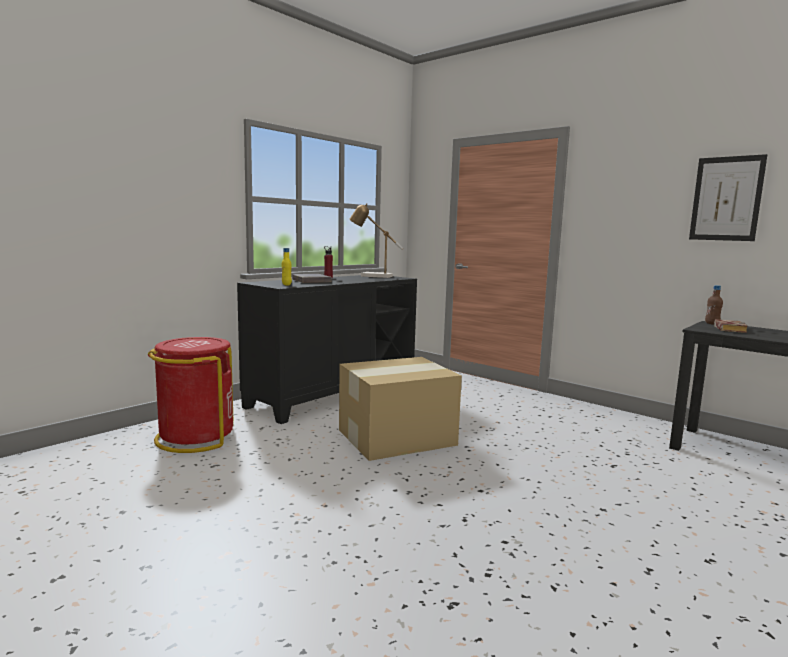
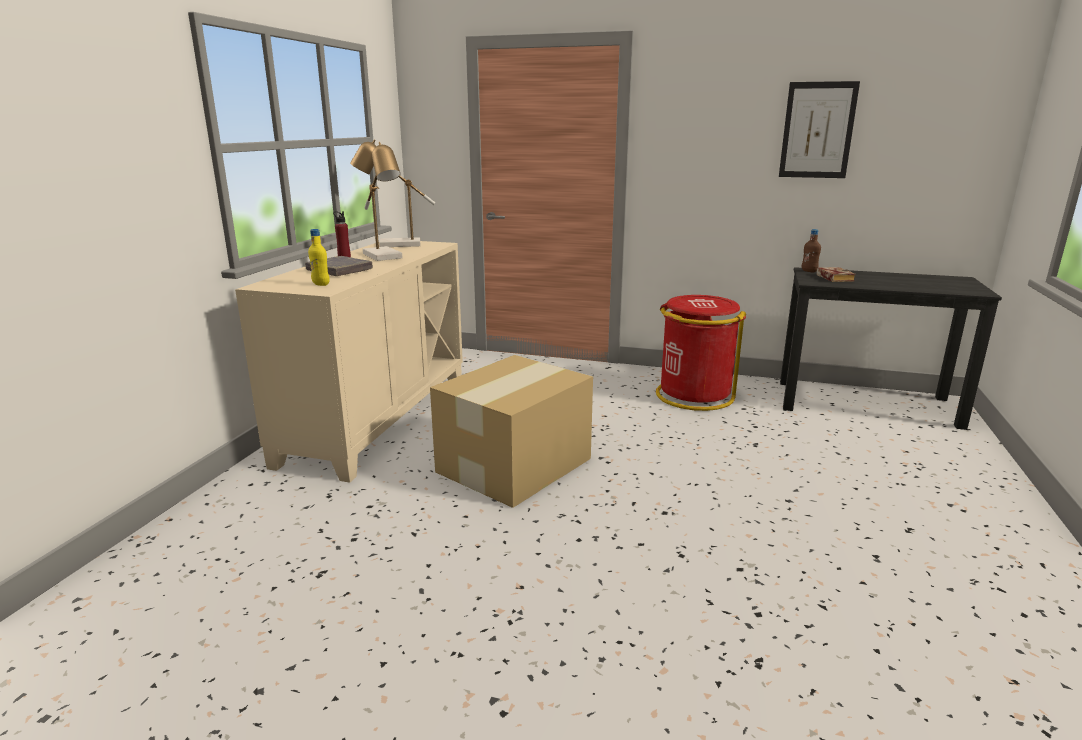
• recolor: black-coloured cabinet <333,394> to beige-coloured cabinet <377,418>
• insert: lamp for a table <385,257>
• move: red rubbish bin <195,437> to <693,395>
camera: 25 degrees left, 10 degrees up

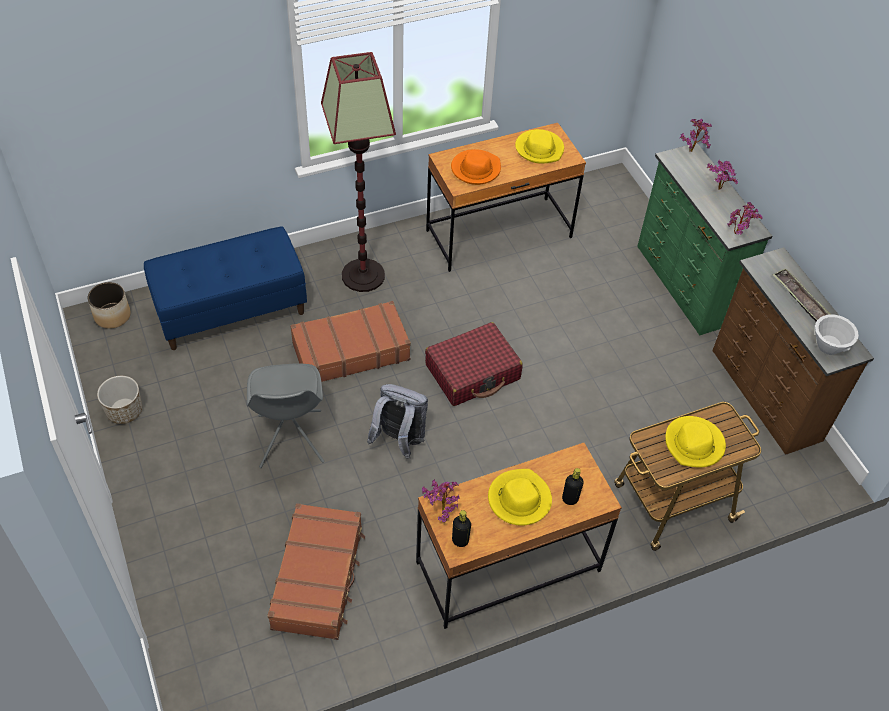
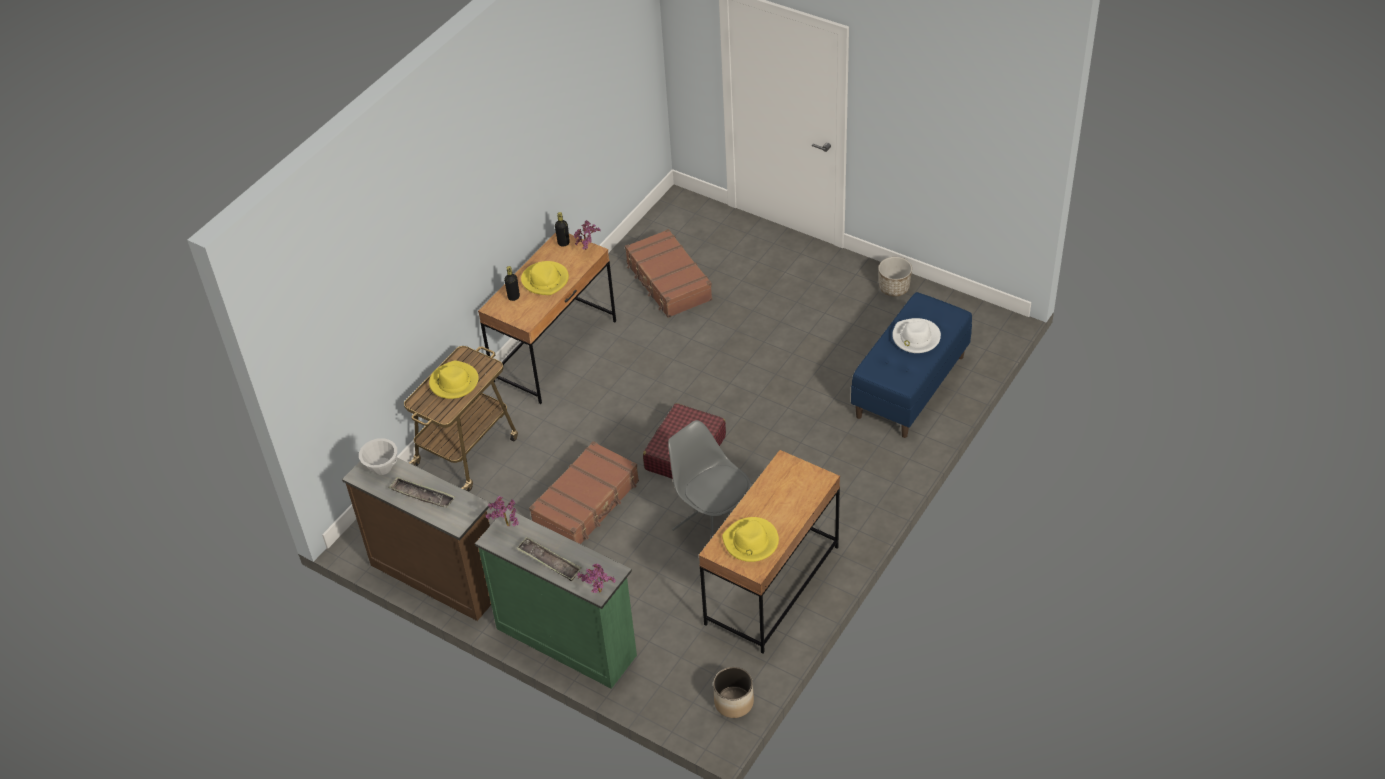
• replace: potted plant <717,190> to carrying tray <549,562>
• move: brown-coloured piece of luggage <350,351> to <587,503>
• move: grey upright chair <290,440> to <712,529>
• move: plant pot <113,316> to <733,702>
• insert: whitish clothing hat <915,338>
• delete: standing lamp <363,276>
• delete: grey rucksack <399,440>
• delete: orange clothing hat <475,169>
camera: 150 degrees right, 5 degrees down

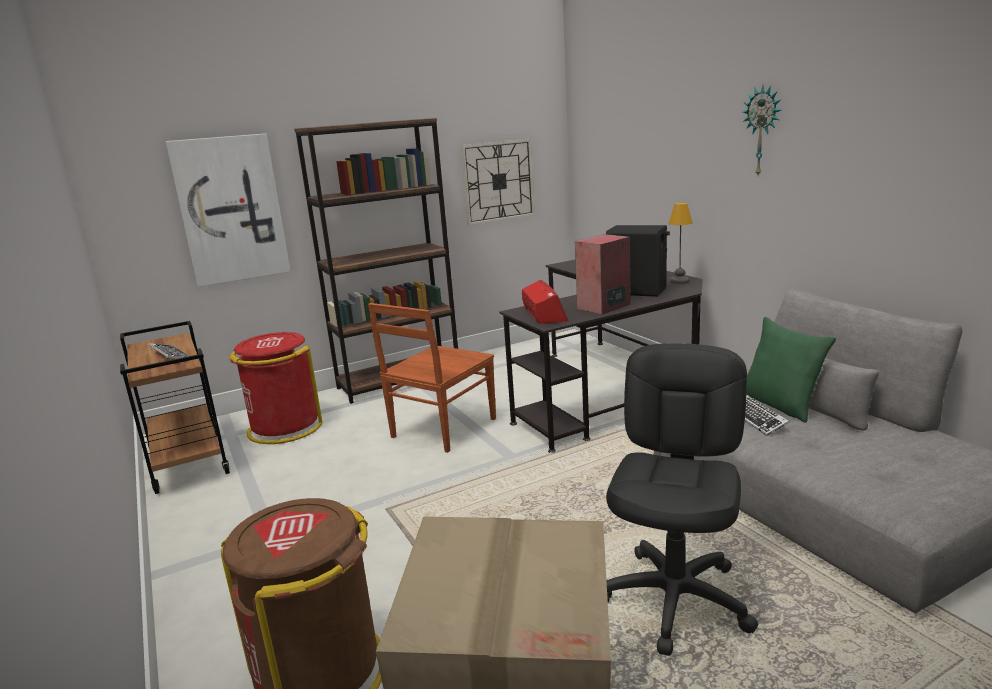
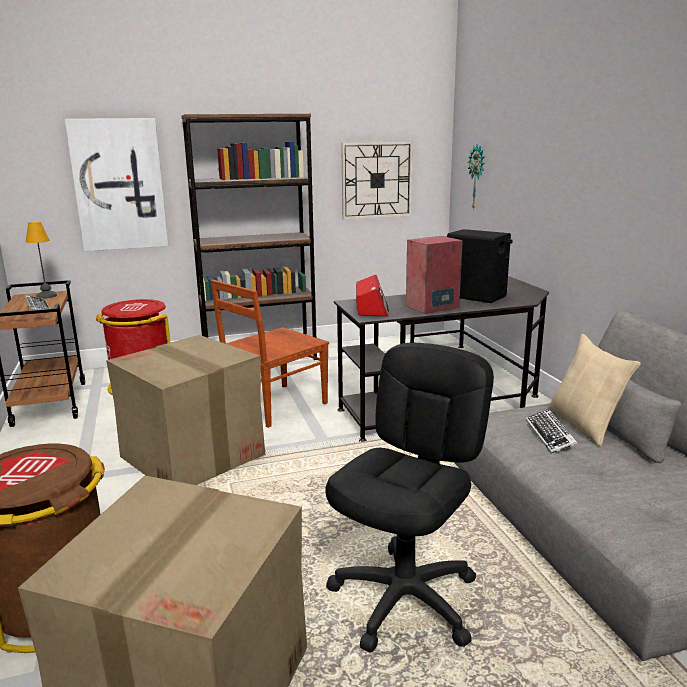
• move: lamp for a table <679,281> to <46,296>
• insert: carton <193,456>
• move: wall clock <763,131> to <477,177>
• recolor: greenish cushion <781,404> to beige-coloured cushion <585,425>
camera: 10 degrees right, 0 degrees up

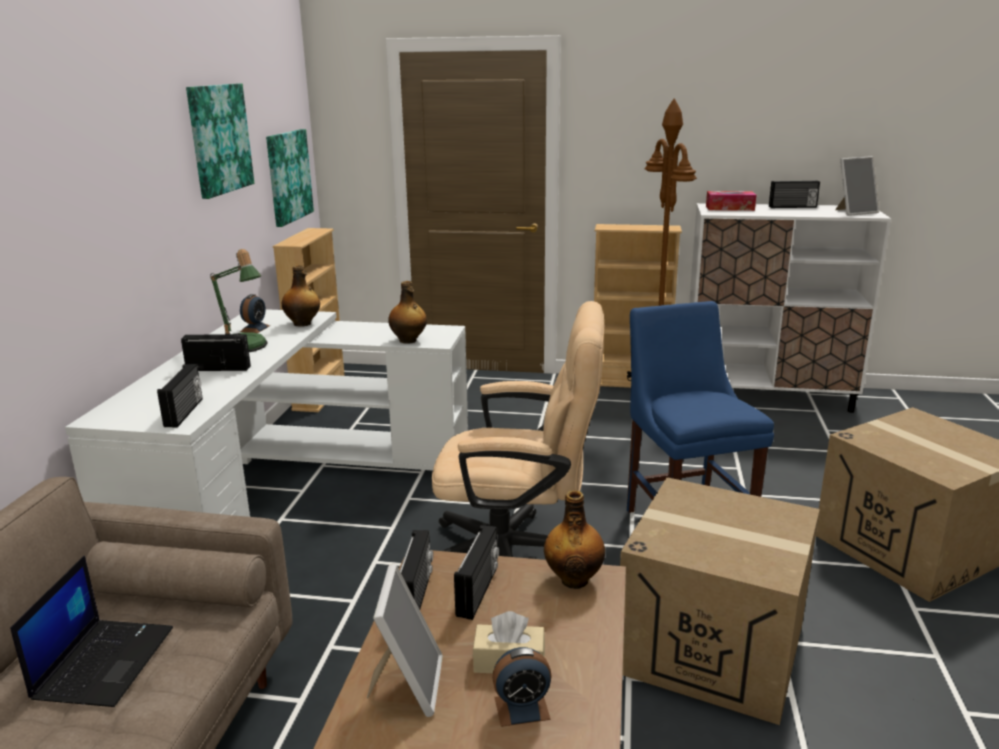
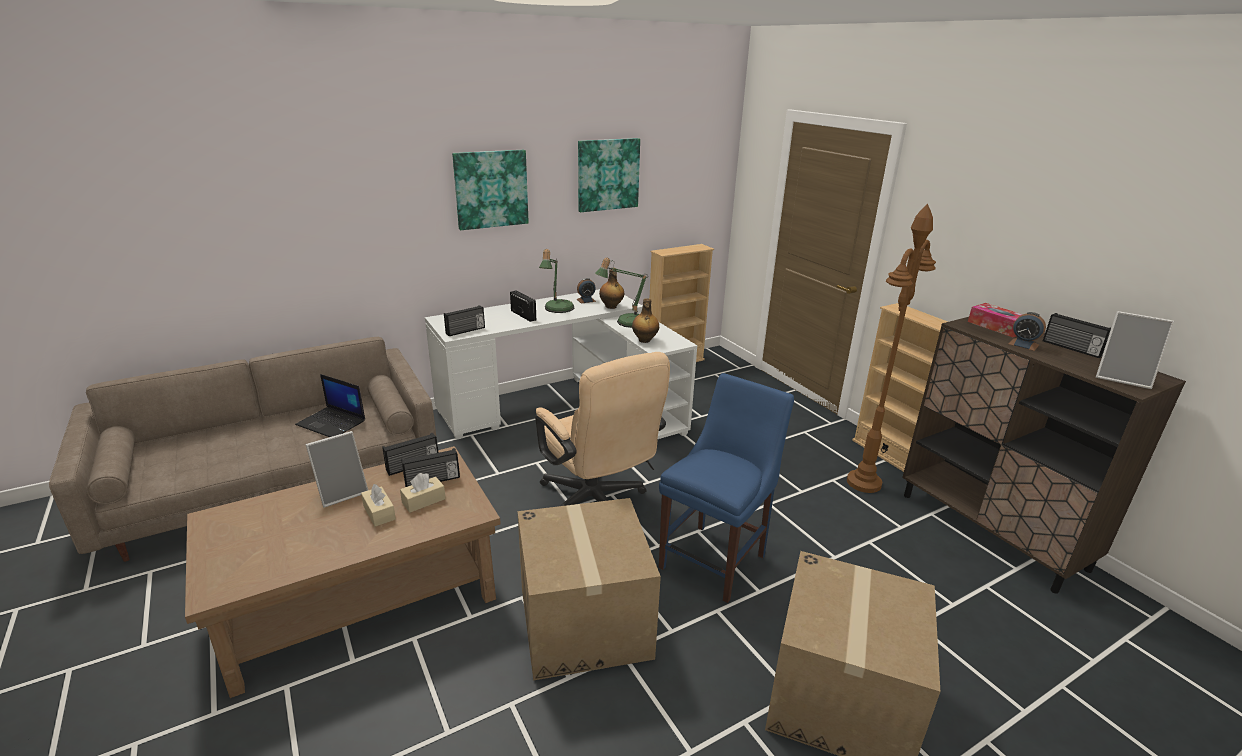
• rotate: laptop <104,662> = <332,423> 60 degrees clockwise
• insert: beige-coloured box of tissues <423,501>
• move: wall picture <288,176> to <491,189>
• insert: lamp for a table <626,322>
• recolor: whitish cabinet <767,397> to brown-coloured cabinet <991,531>
• move: alarm clock <522,708> to <1023,344>
• delete: beverage bottle <574,579>
camera: 50 degrees right, 5 degrees up

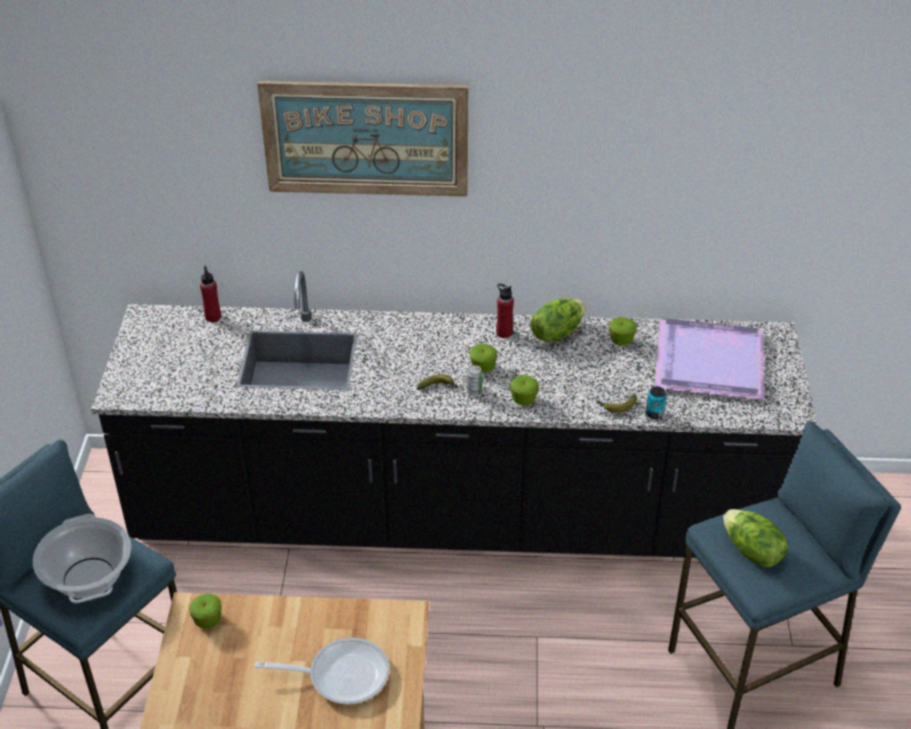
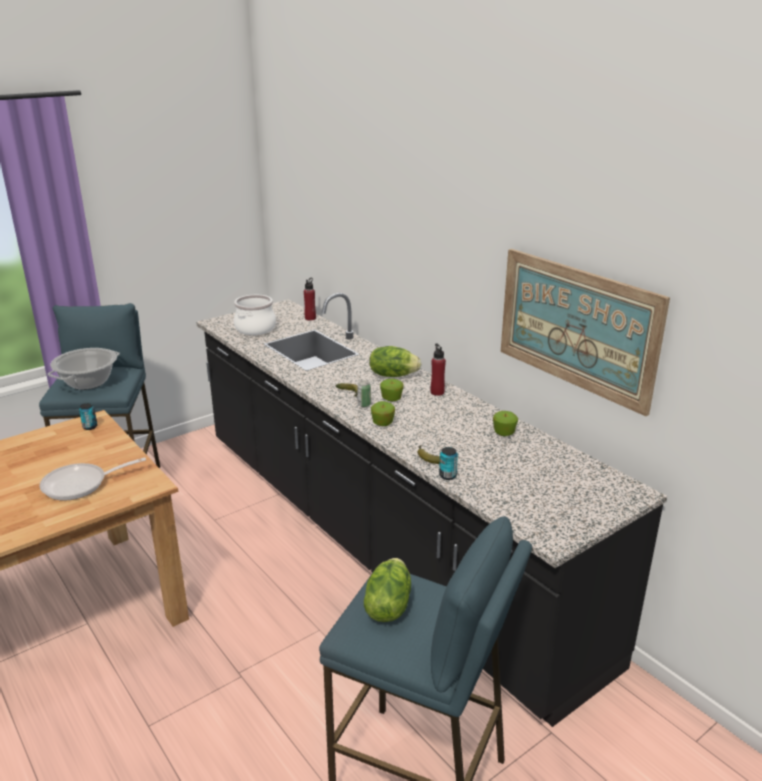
• rotate: frying pan <341,675> = <81,485> 105 degrees clockwise
• replace: apple <208,620> to can <90,427>
• insert: cooking pot <256,329>
• move: lettuce head <556,332> to <393,375>
• move: wall picture <365,138> to <576,327>
• delete: purplish carrying tray <711,361>
camera: 50 degrees right, 15 degrees down

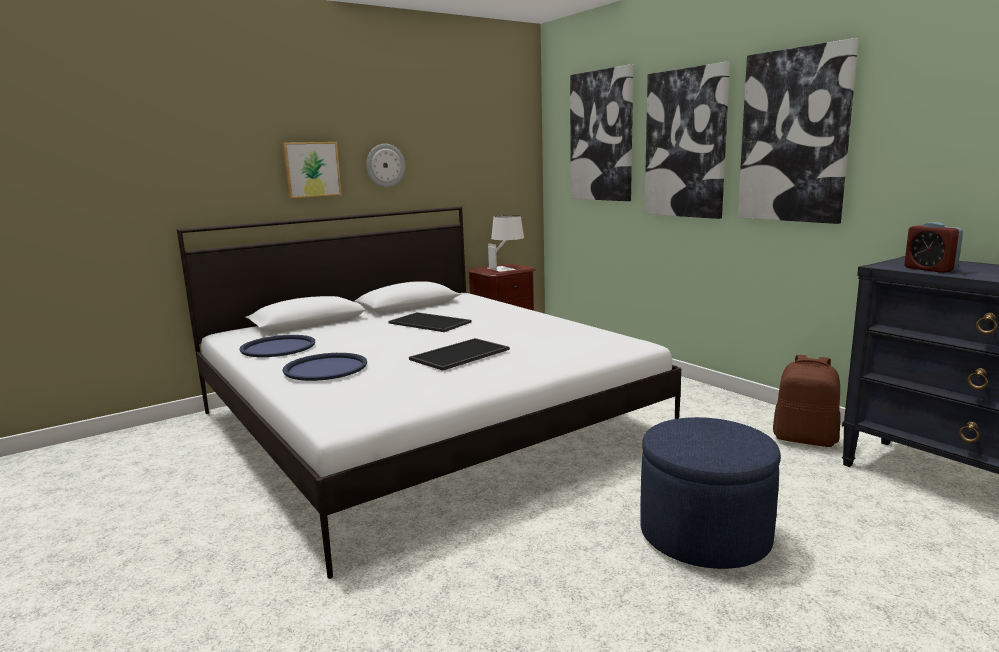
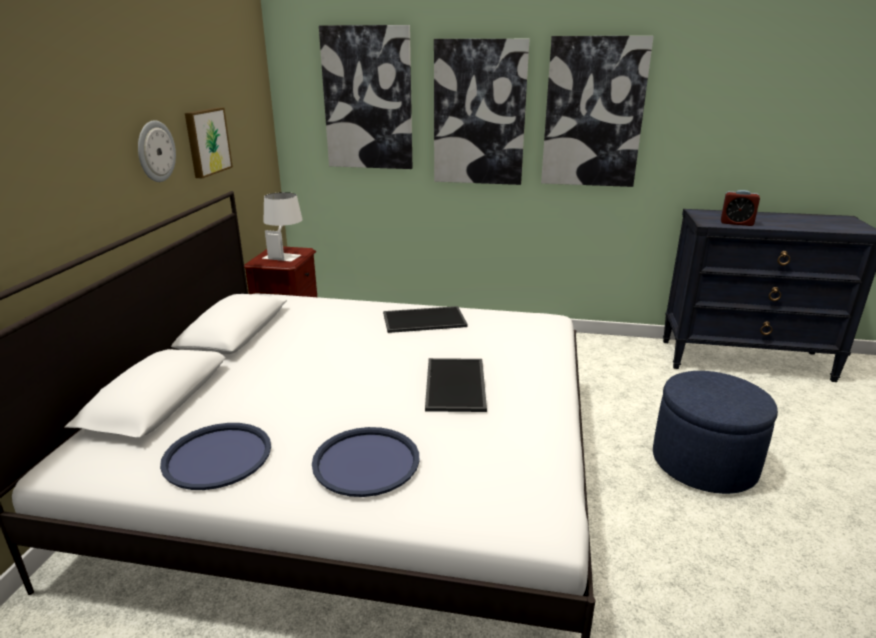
• move: wall picture <311,169> to <206,141>
• move: carrying tray <431,322> to <425,319>
• delete: brown-coloured rucksack <805,439>
camera: 45 degrees left, 10 degrees up

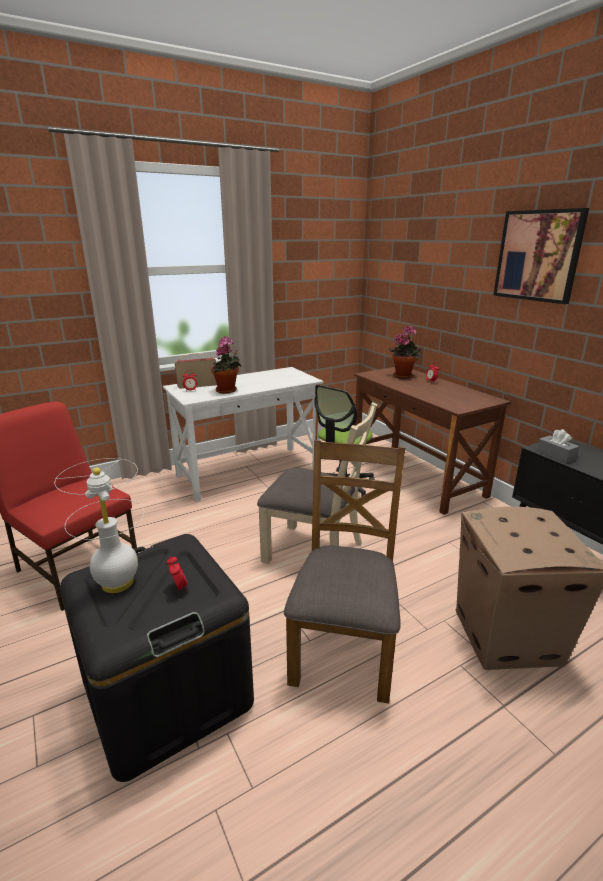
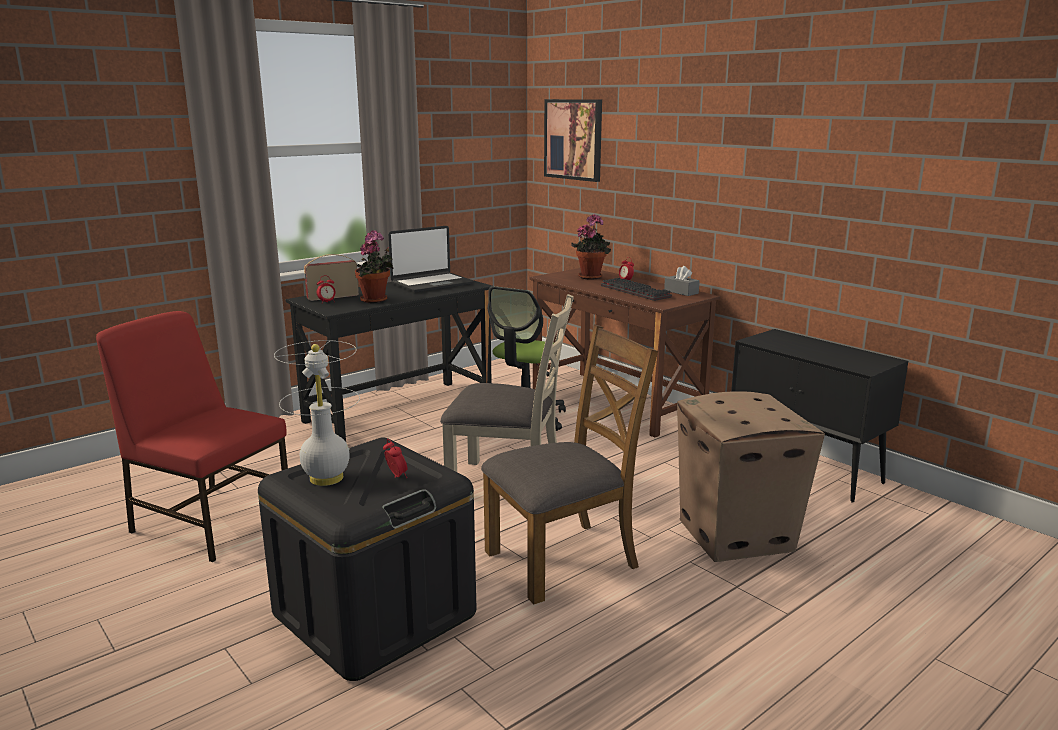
• recolor: whitish desk <248,471> to black-coloured desk <399,411>
• insert: laptop <431,283>
• rotate: brown-coloured upright chair <344,646> = <563,559> 60 degrees clockwise
• move: wall picture <538,256> to <573,139>
• insert: keyboard <637,291>
• move: grey box of tissues <556,455> to <681,292>
camera: 10 degrees left, 5 degrees down

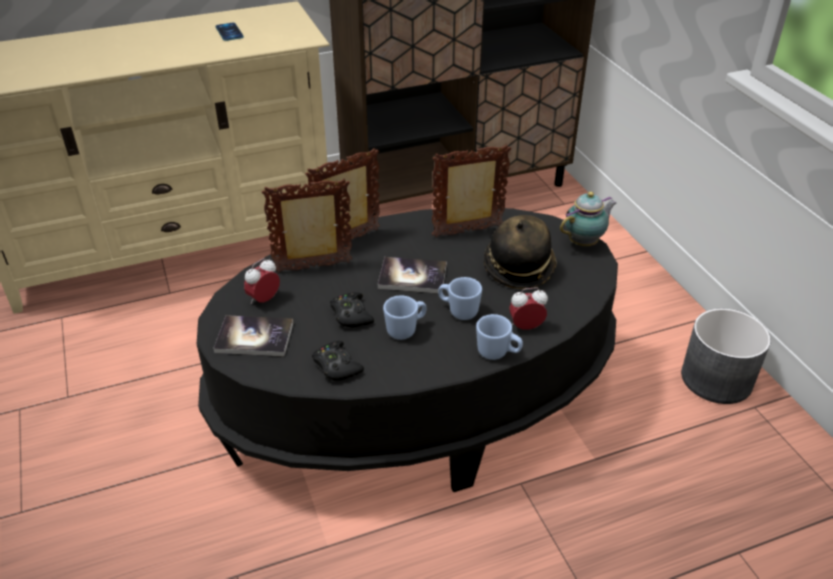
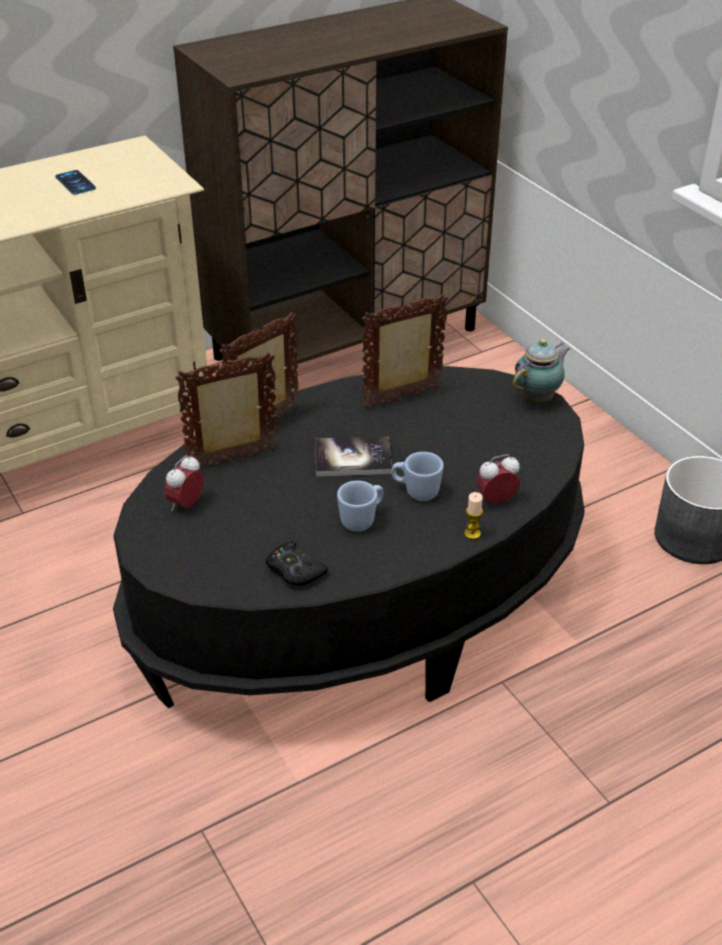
• replace: blue tea mug <498,353> to wax candle <472,534>
• delete: volume <254,337>
• delete: black-coloured joypad <351,315>
• delete: clothing hat <518,267>
camera: 10 degrees left, 0 degrees up

